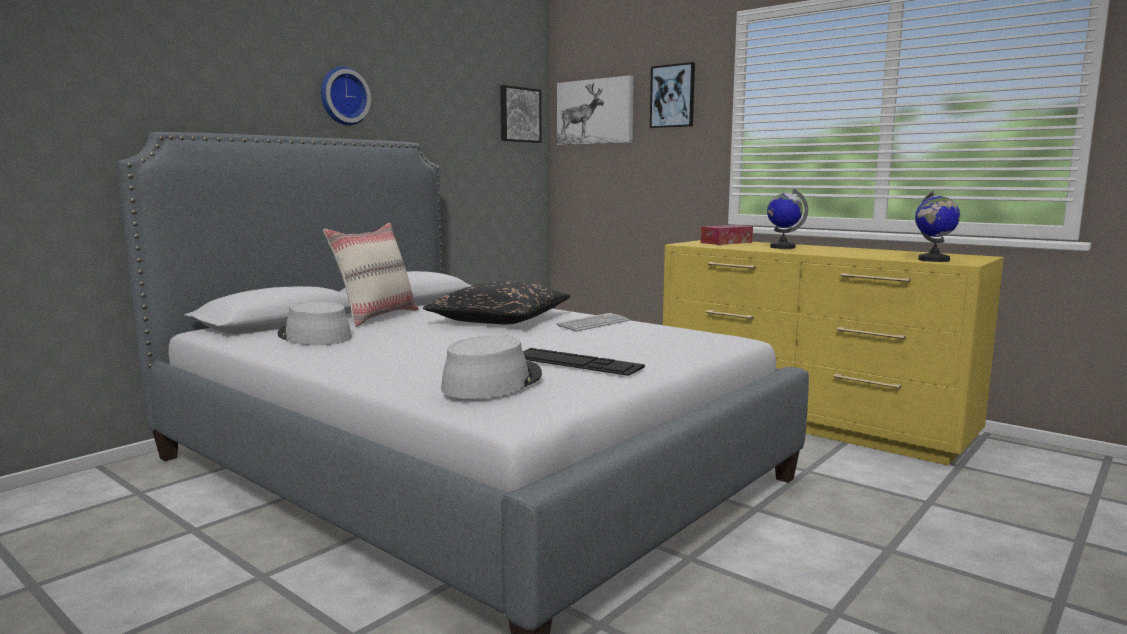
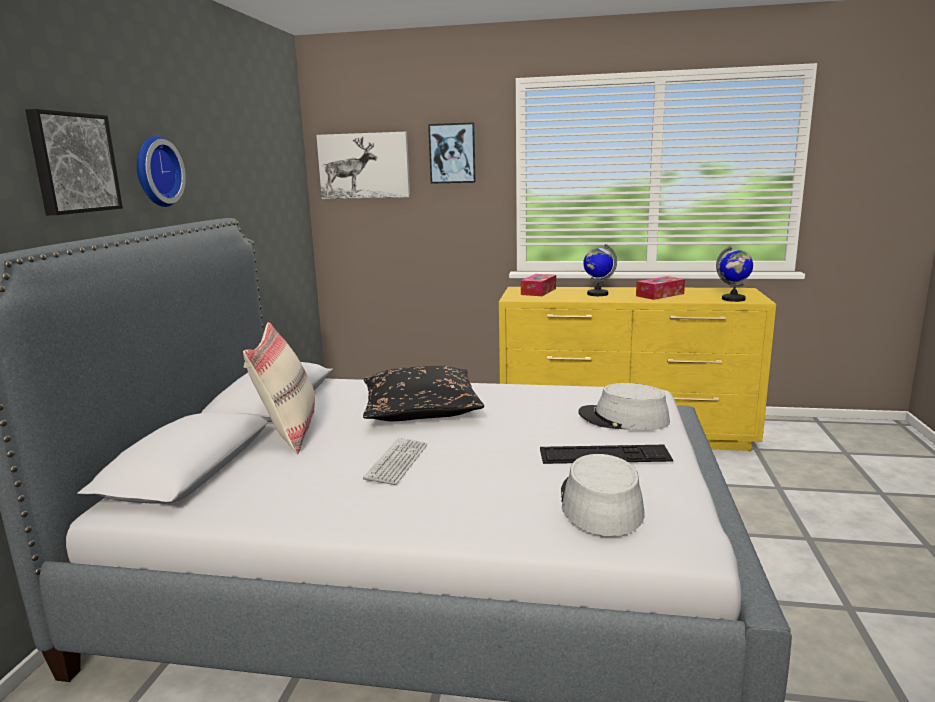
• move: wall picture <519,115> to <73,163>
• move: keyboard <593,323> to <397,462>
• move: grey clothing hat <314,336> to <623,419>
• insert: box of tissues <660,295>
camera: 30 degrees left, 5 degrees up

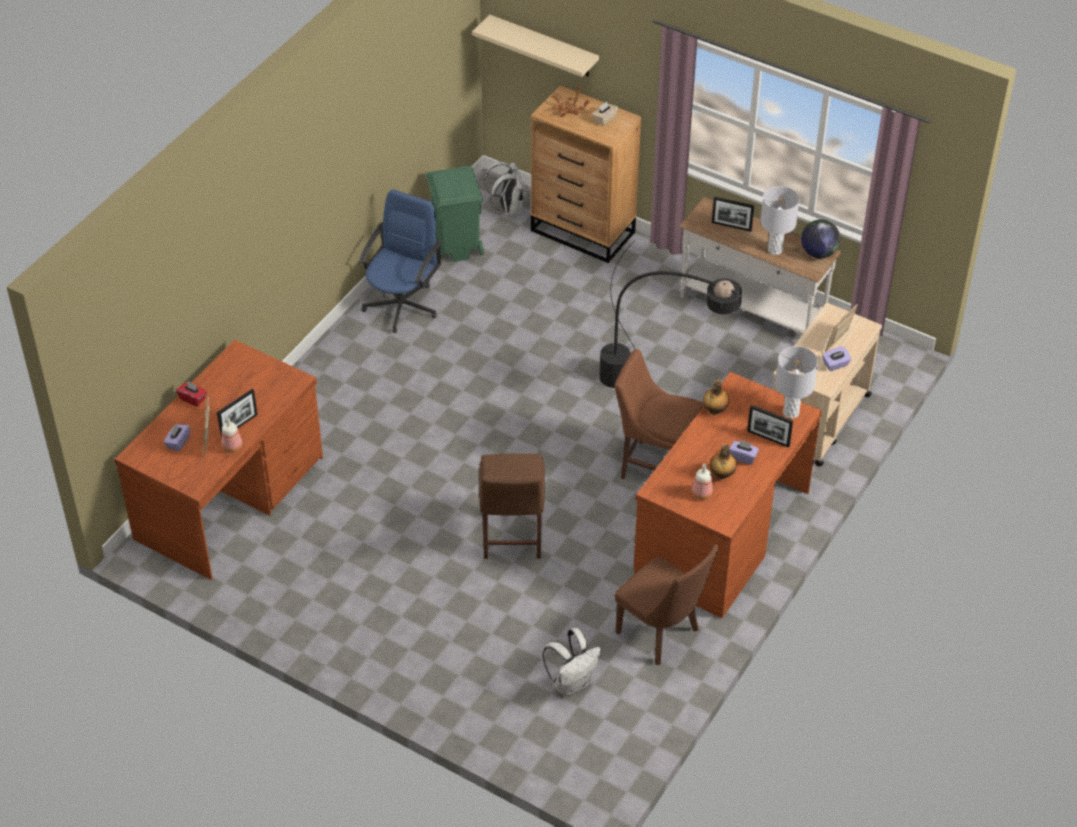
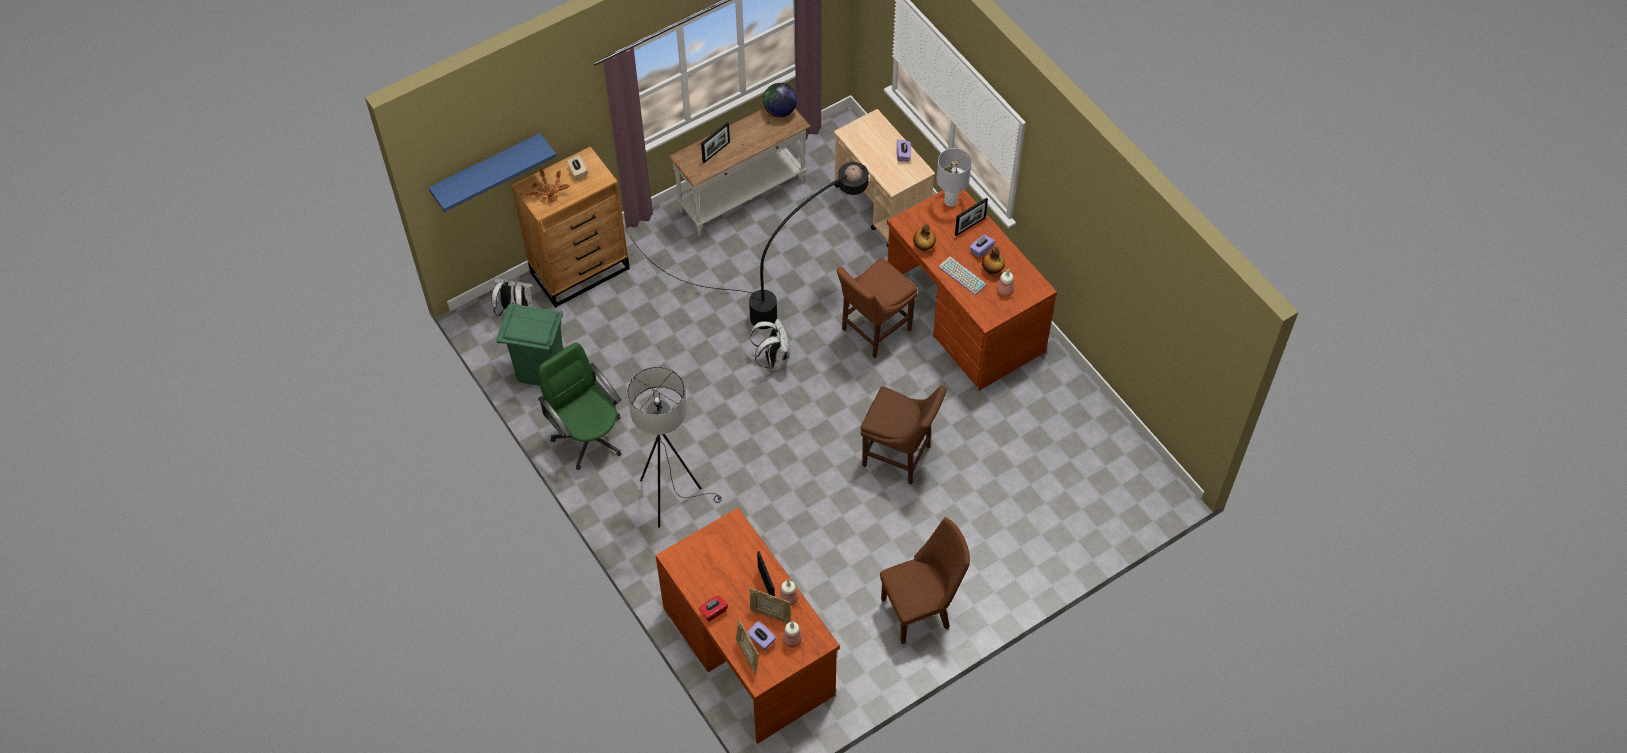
• recolor: beige-coloured bracket shelf <543,46> to blue bracket shelf <486,169>
• recolor: blue desk chair <402,305> to greenish desk chair <589,437>
• insert: grey standing lamp <671,496>
• move: photo frame <839,341> to <747,655>
• move: whitish rucksack <571,683> to <773,360>
• insert: beverage bottle <791,639>
• move: brown-coloured upright chair <662,635> to <921,610>
• insert: keyboard <961,276>
• delete: grey lamp for a table <775,250>
camera: 65 degrees left, 10 degrees up

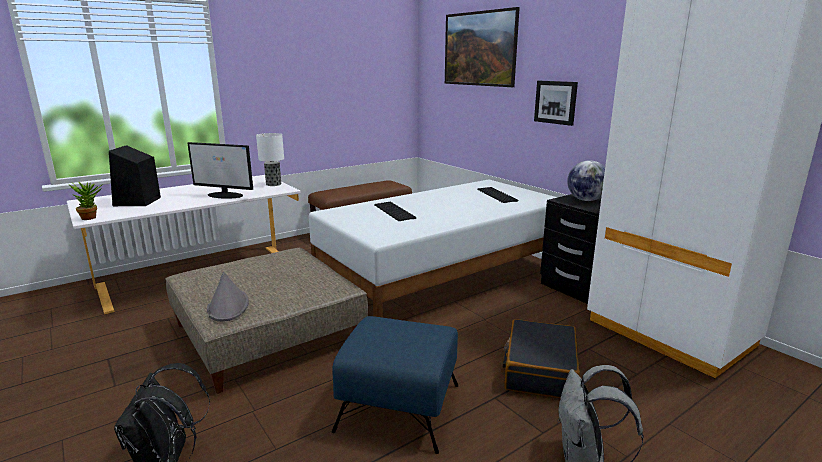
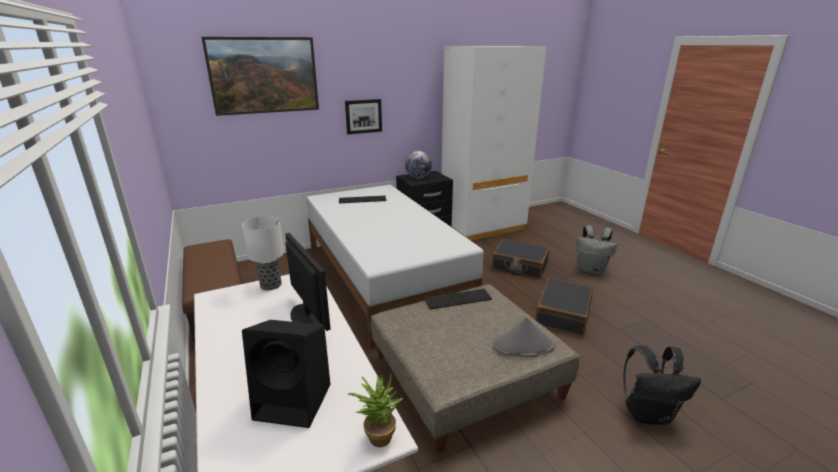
• rotate: monitor <225,195> = <308,317> 60 degrees counterclockwise
• move: keyboard <395,211> to <458,298>
• replace: blue footrest <398,406> to black-coloured piece of luggage <562,314>
camera: 80 degrees left, 5 degrees up

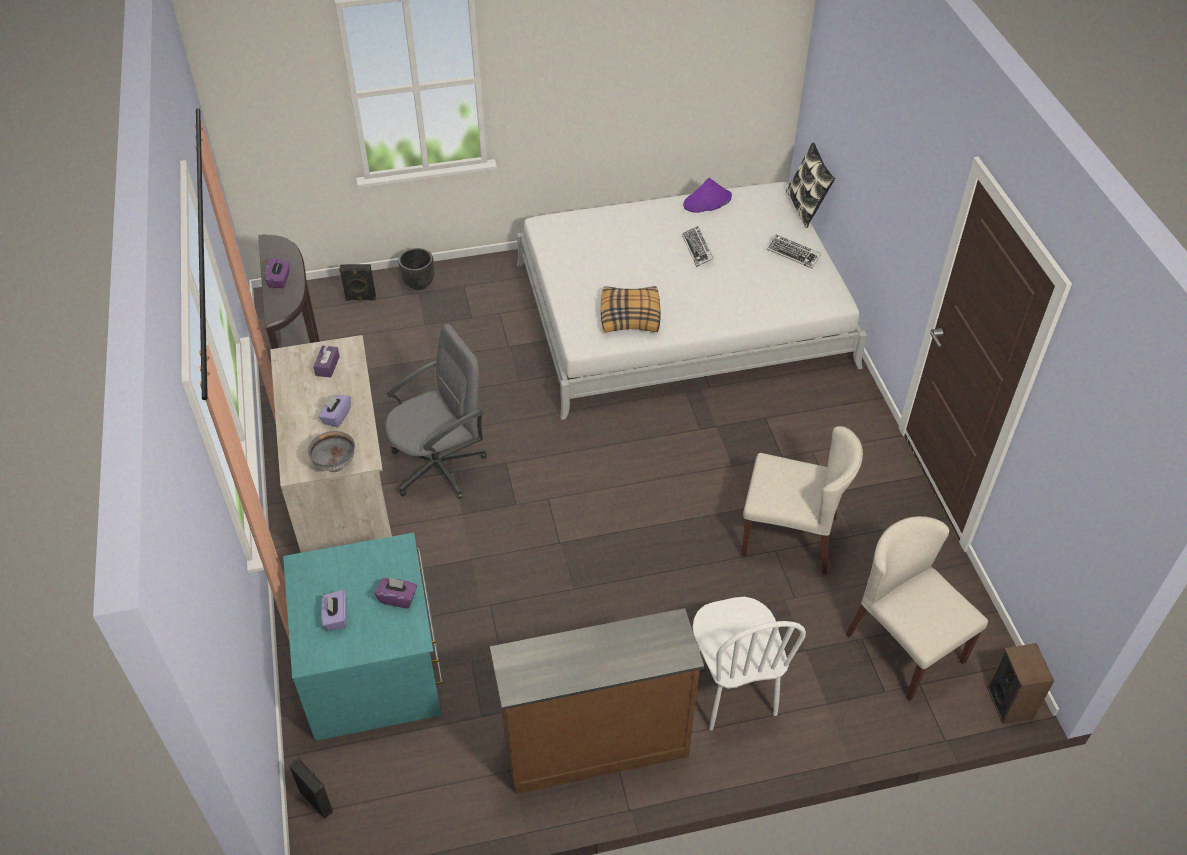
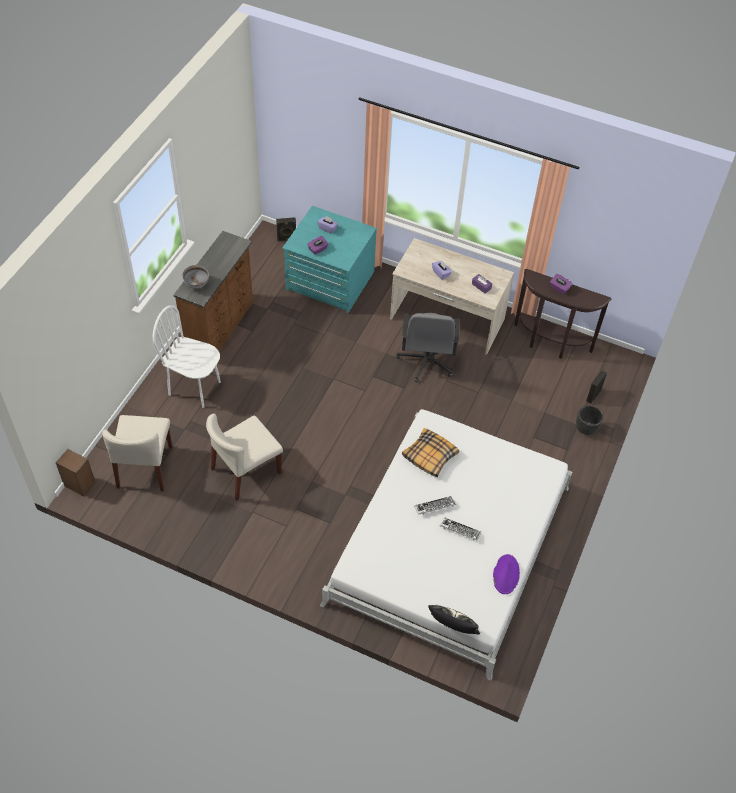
• rotate: beige-coloured upright chair <904,647> = <145,467> 90 degrees clockwise
• move: grey deep dish <335,464> to <197,285>
• move: keyboard <793,254> to <434,507>
camera: 125 degrees right, 5 degrees up

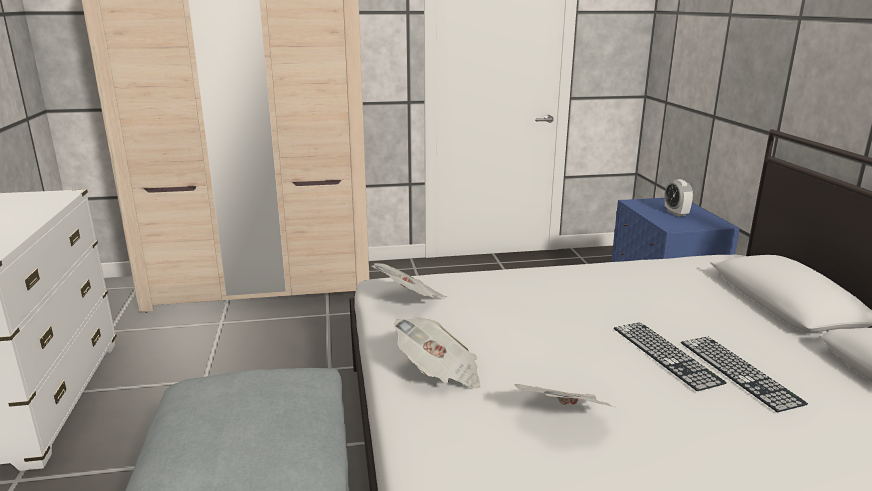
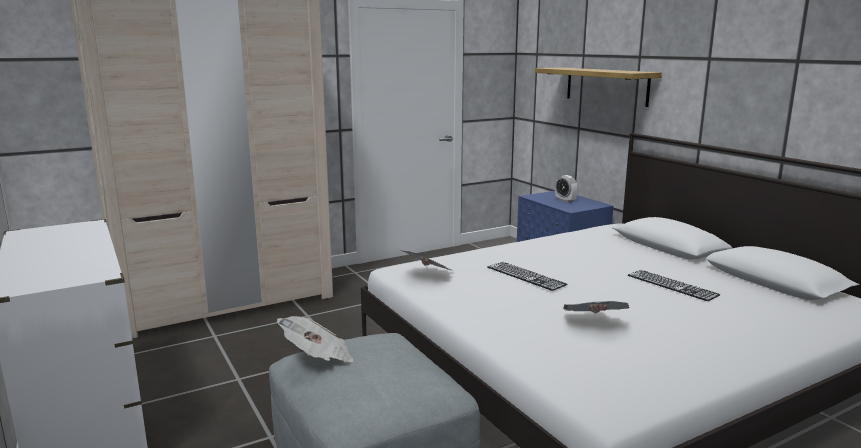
• move: printed paper <439,373> to <318,357>
• move: keyboard <665,354> to <526,276>
• insert: bracket shelf <606,86>
camera: 20 degrees left, 5 degrees down

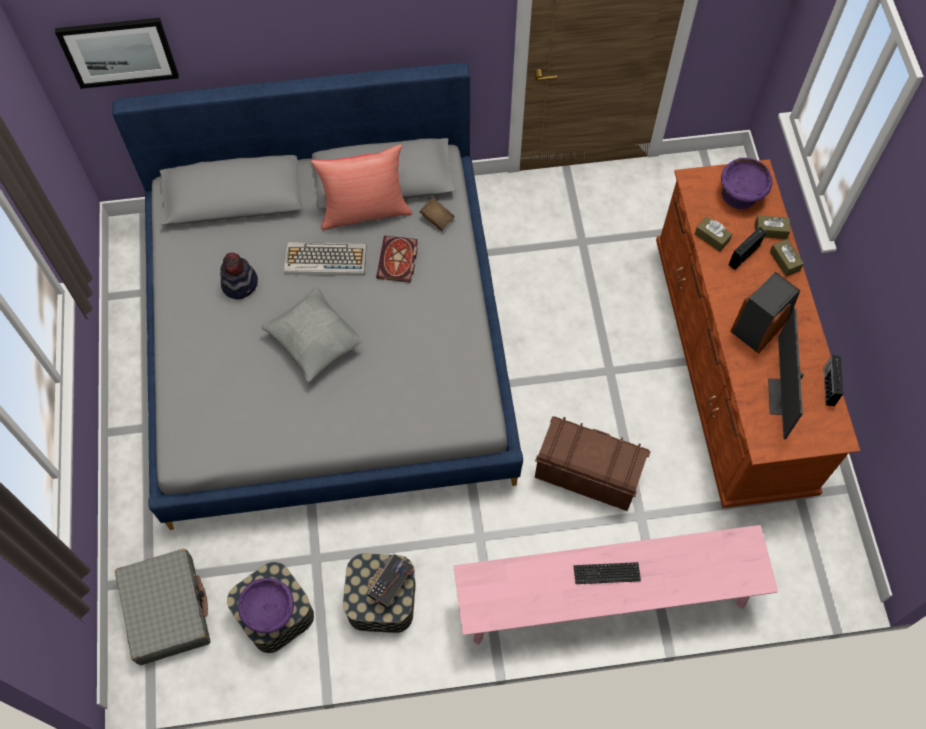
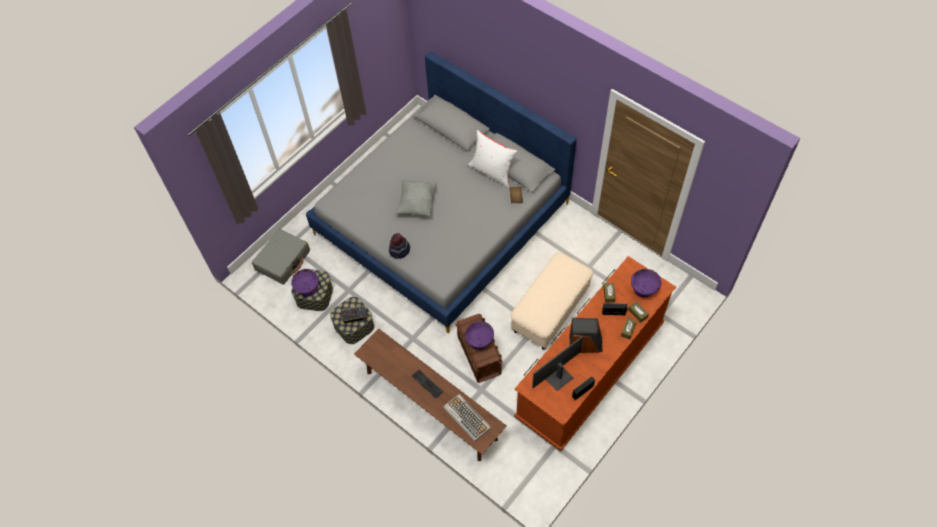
• recolor: pinkish long seat <605,599> to brown-coloured long seat <431,405>
• move: clothing hat <240,283> to <399,250>
• move: keyboard <325,260> to <466,417>
• insert: purplish deep dish <479,341>
• recolor: red cushion <364,211> to whitish cushion <492,171>
• insert: beige-coloured footrest <551,311>
• delete: wall picture <119,52>
• delete: volume <398,261>
camera: 50 degrees right, 5 degrees down

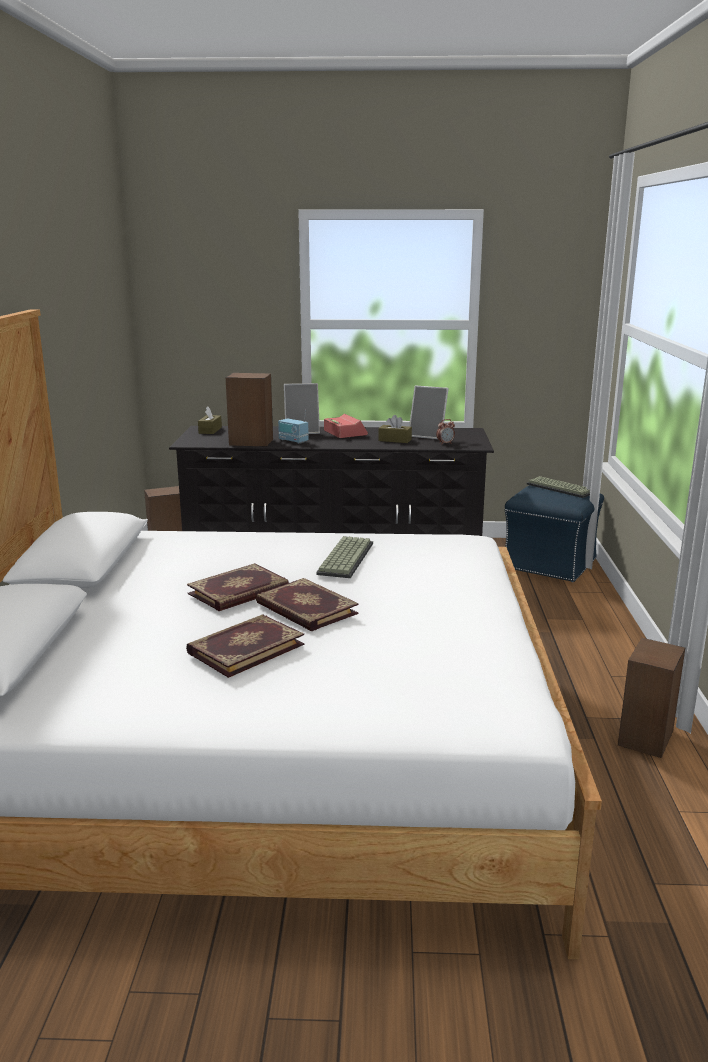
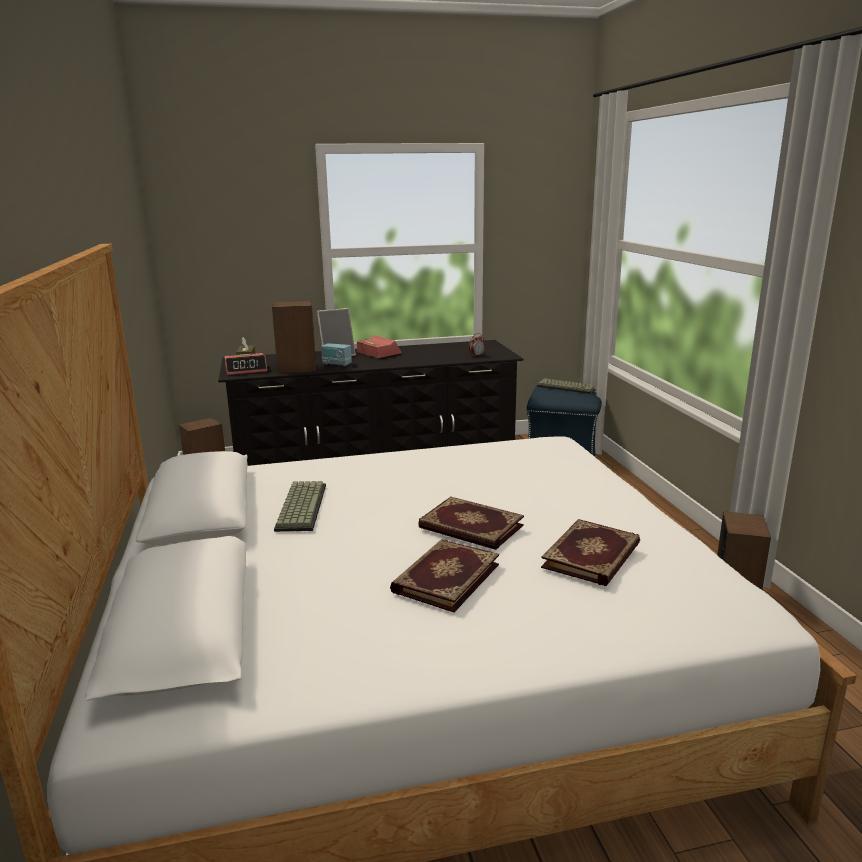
• insert: alarm clock <246,370>
• move: keyboard <344,558> to <300,506>
• move: volume <239,592> to <593,556>
• delete: brown-coloured box of tissues <395,440>
• delete: photo frame <428,435>
camera: 15 degrees left, 0 degrees up

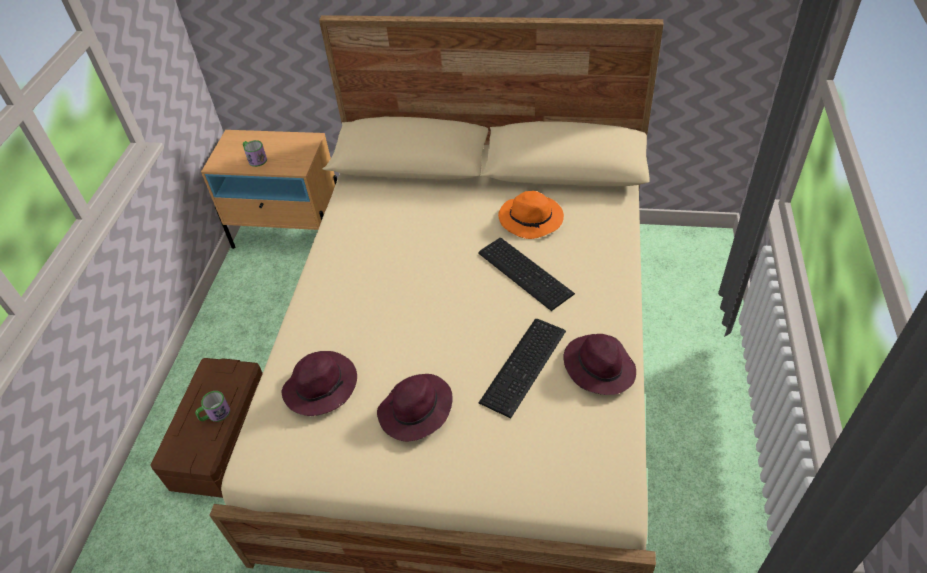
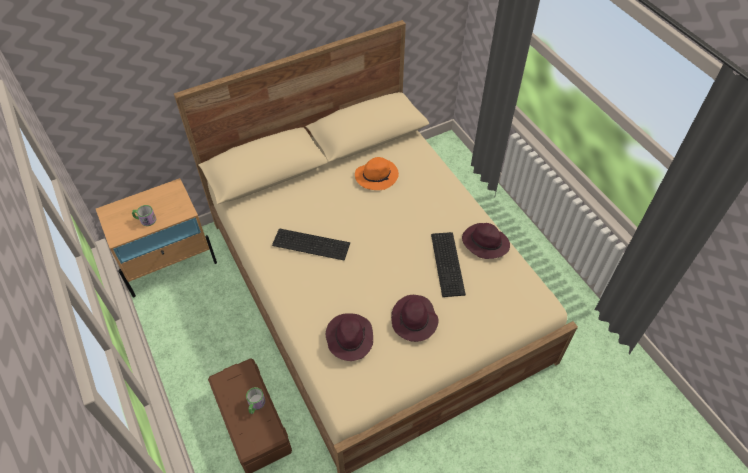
• move: keyboard <525,271> to <310,243>
camera: 40 degrees left, 5 degrees up

